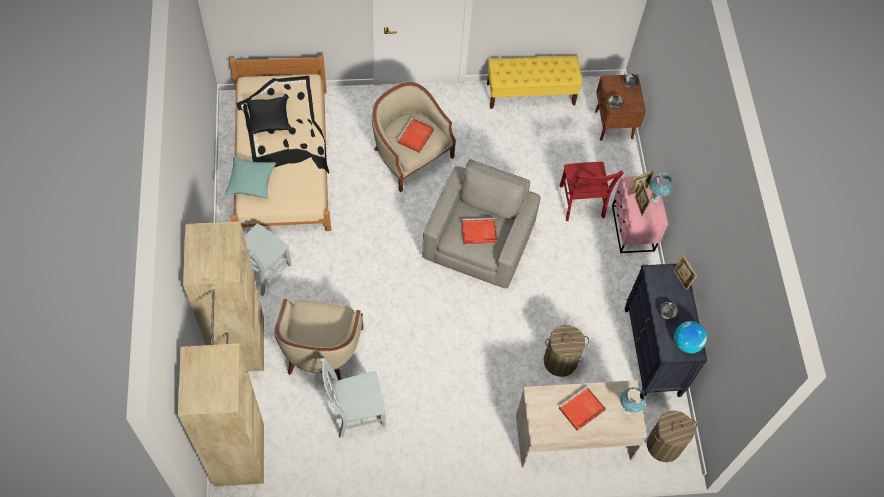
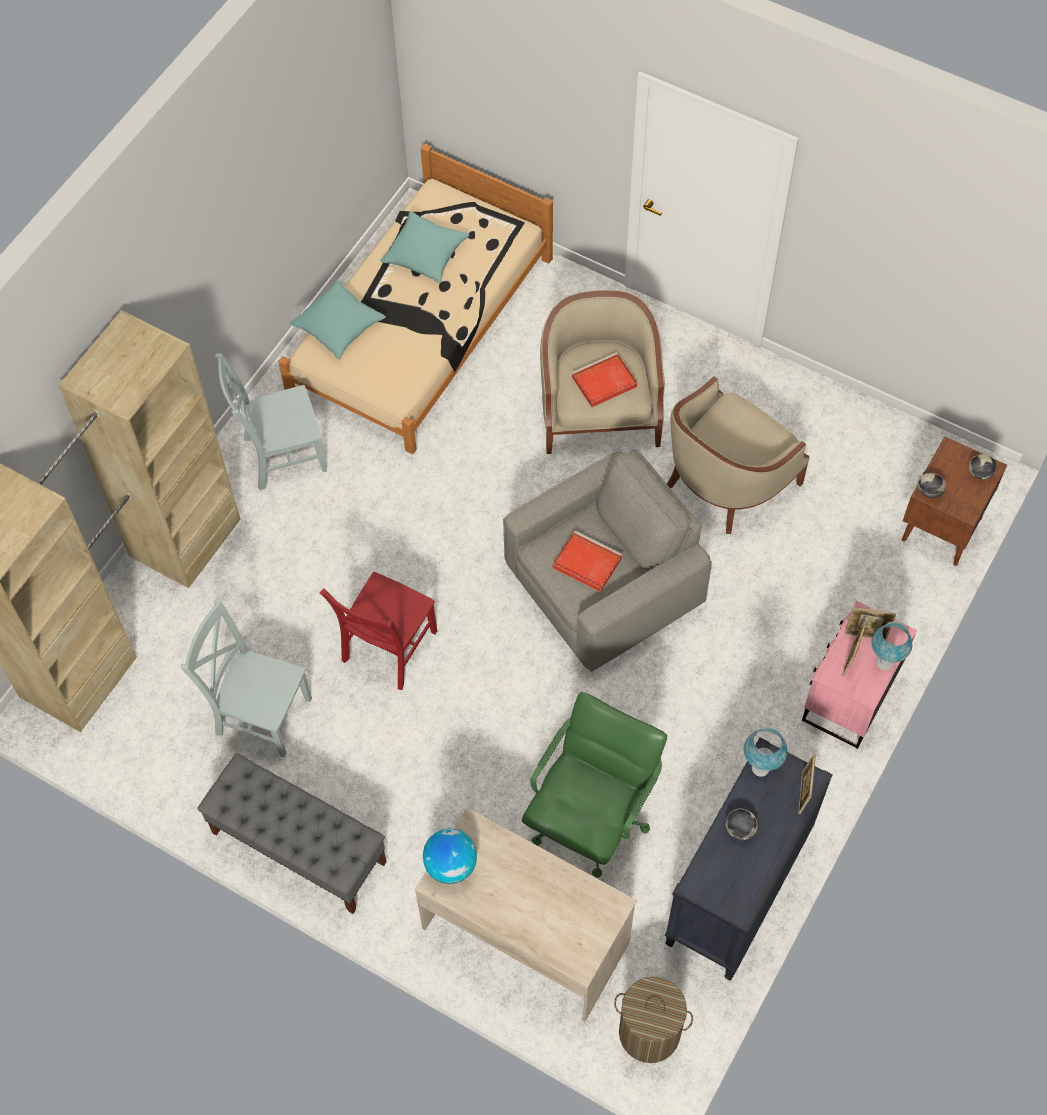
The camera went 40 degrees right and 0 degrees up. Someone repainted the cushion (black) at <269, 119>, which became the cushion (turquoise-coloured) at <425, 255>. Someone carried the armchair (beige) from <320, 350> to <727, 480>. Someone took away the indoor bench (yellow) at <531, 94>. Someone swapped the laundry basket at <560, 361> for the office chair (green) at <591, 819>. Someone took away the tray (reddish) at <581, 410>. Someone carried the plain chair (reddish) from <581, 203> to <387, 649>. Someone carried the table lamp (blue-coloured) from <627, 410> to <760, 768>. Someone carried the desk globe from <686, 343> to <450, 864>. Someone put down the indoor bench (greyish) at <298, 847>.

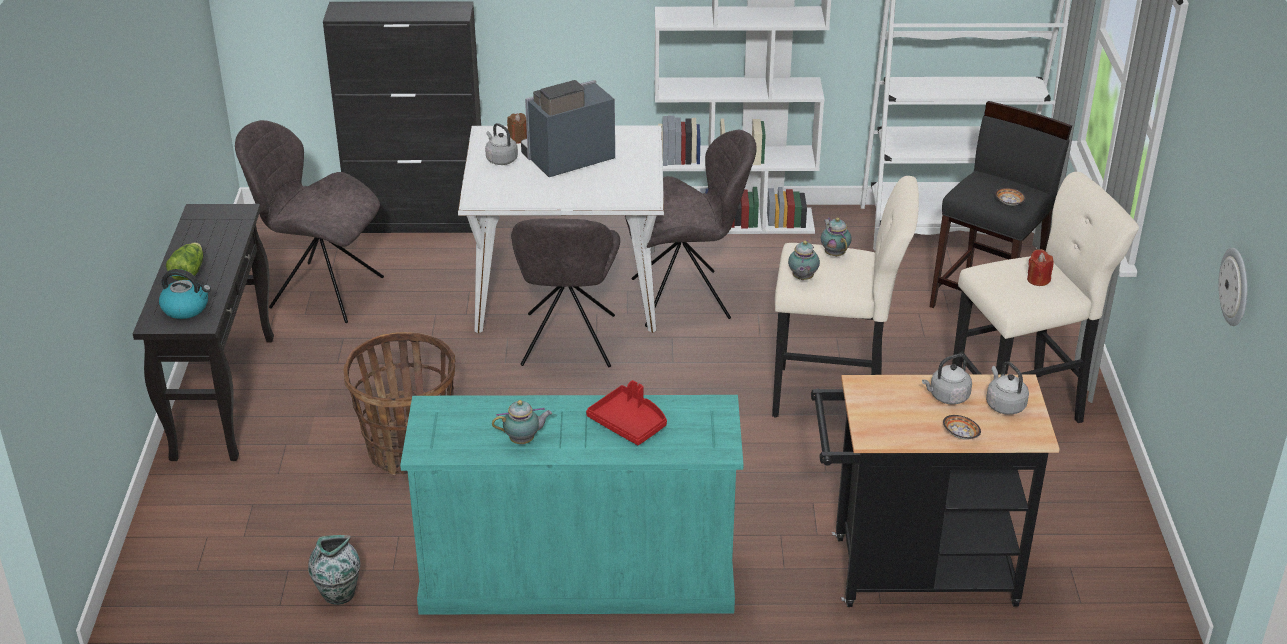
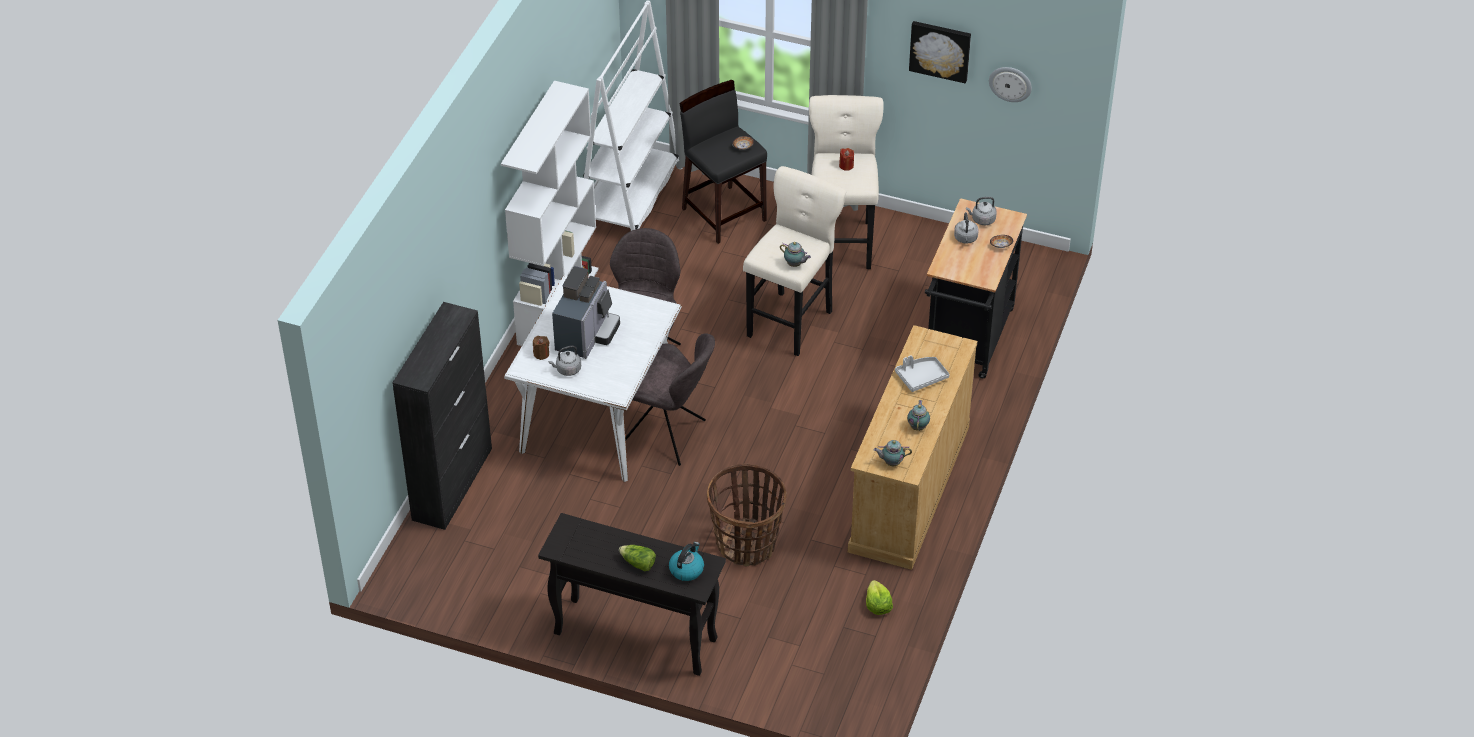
The camera went 70 degrees left and 10 degrees up. Someone took away the plain chair (greyish) at <323, 291>. Someone swapped the vase at <338, 594> for the head of lettuce at <877, 605>. Someone repainted the drawer chest (turquoise-coloured) at <575, 577>, which became the drawer chest (beige) at <909, 489>. Someone rotated the coffee brewer at <566, 159> by 150 degrees counterclockwise. Someone repainted the tray (reddish) at <629, 423>, which became the tray (greyish) at <921, 377>. Someone carried the pot for tea from <834, 253> to <891, 462>. Someone put up the picture at <940, 50>.

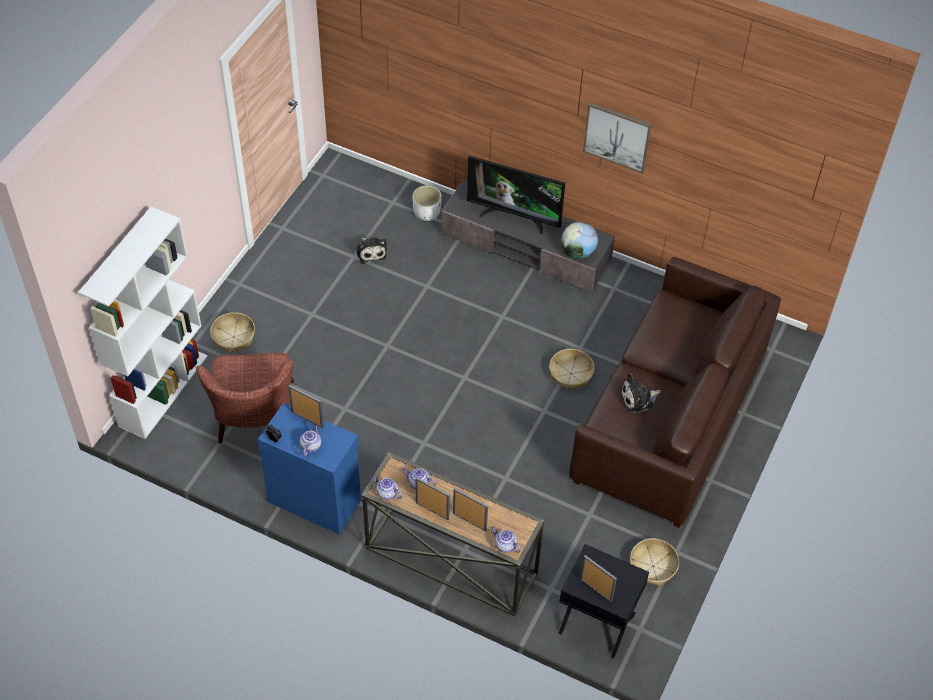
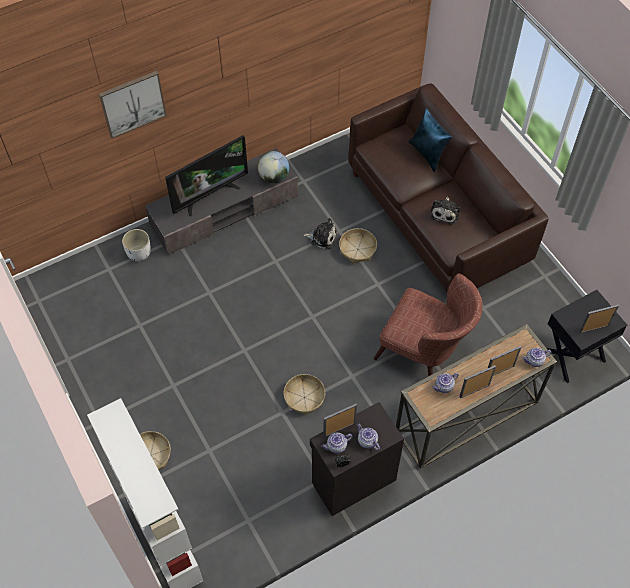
The camera went 55 degrees left and 5 degrees up. Someone carried the armchair (brown-coloured) from <255, 421> to <425, 350>. Someone repainted the cupboard (blue-coloured) at <314, 500>, which became the cupboard (black) at <352, 480>. Someone carried the cuddly toy from <370, 252> to <322, 237>. Someone carried the pot for tea from <386, 493> to <336, 446>. Someone carried the picture from <617, 136> to <132, 103>. Someone carried the basket from <653, 566> to <304, 397>. Someone put down the cushion (blue-coloured) at <428, 154>.

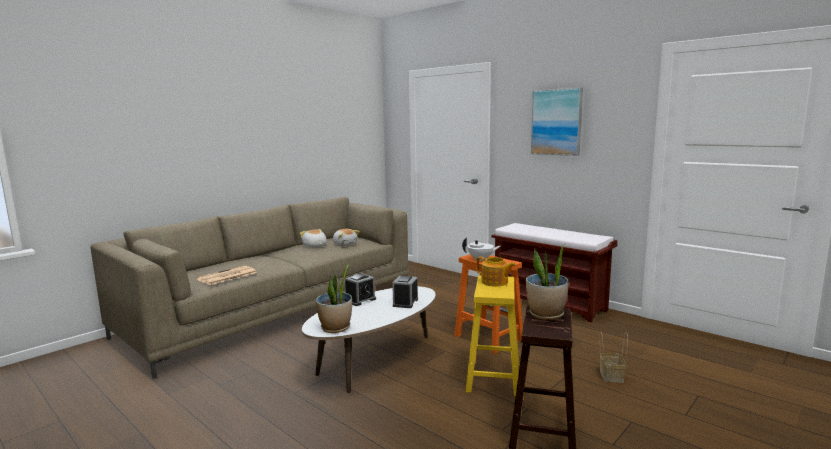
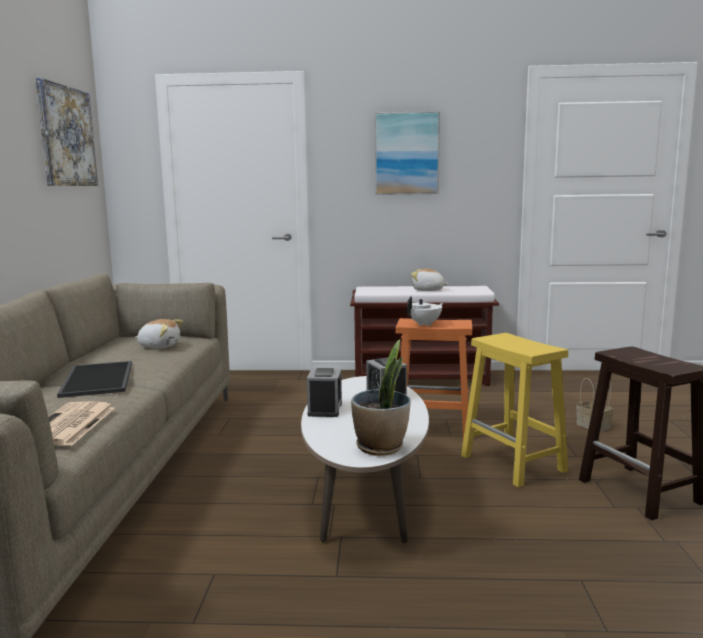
The camera went 40 degrees left and 0 degrees up. Someone carried the cuddly toy from <314, 246> to <428, 290>. Someone took away the pot for tea at <495, 282>. Someone took away the potted plant at <546, 314>. Someone put up the picture at <66, 136>. Someone put down the tray at <99, 379>.

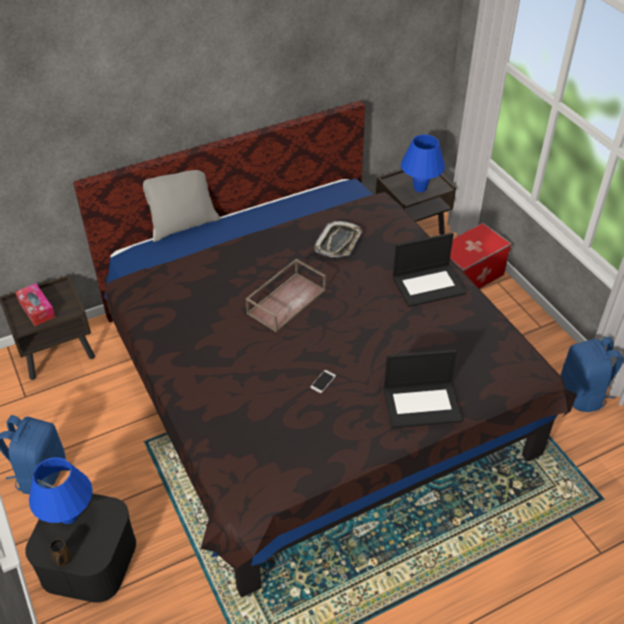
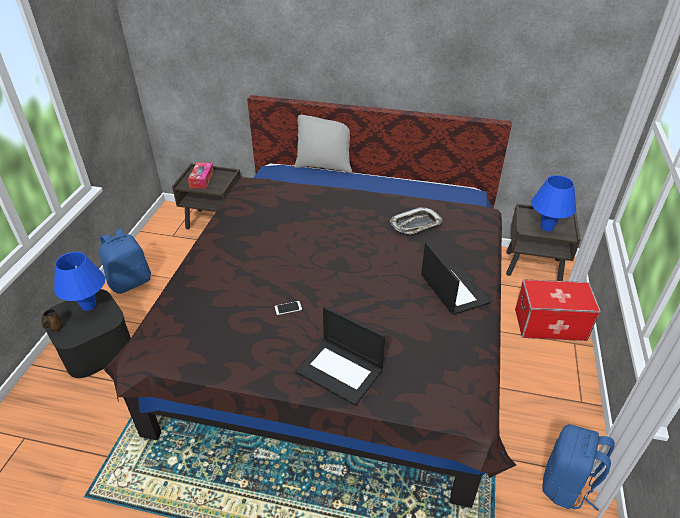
The camera went 40 degrees right and 5 degrees down. Someone took away the tray (brown-coloured) at <286, 301>. Someone rotated the notebook computer at <429, 285> by 135 degrees counterclockwise.

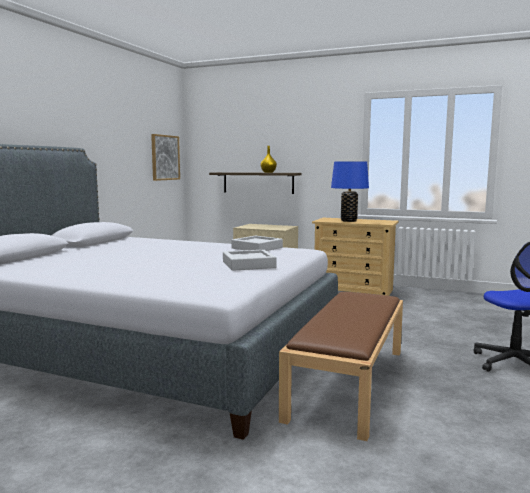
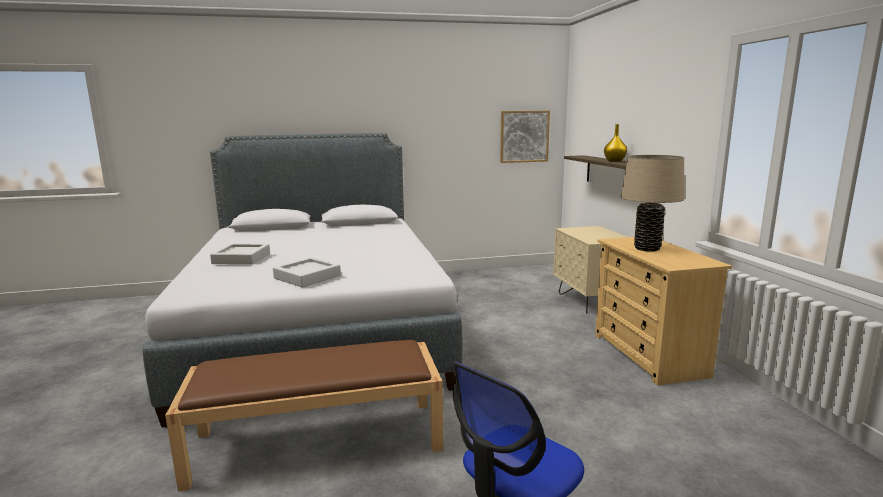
The camera went 55 degrees right and 5 degrees up. Someone carried the tray (greyish) from <257, 248> to <241, 258>. Someone repainted the table lamp (blue-coloured) at <348, 220>, which became the table lamp (beige) at <647, 248>.

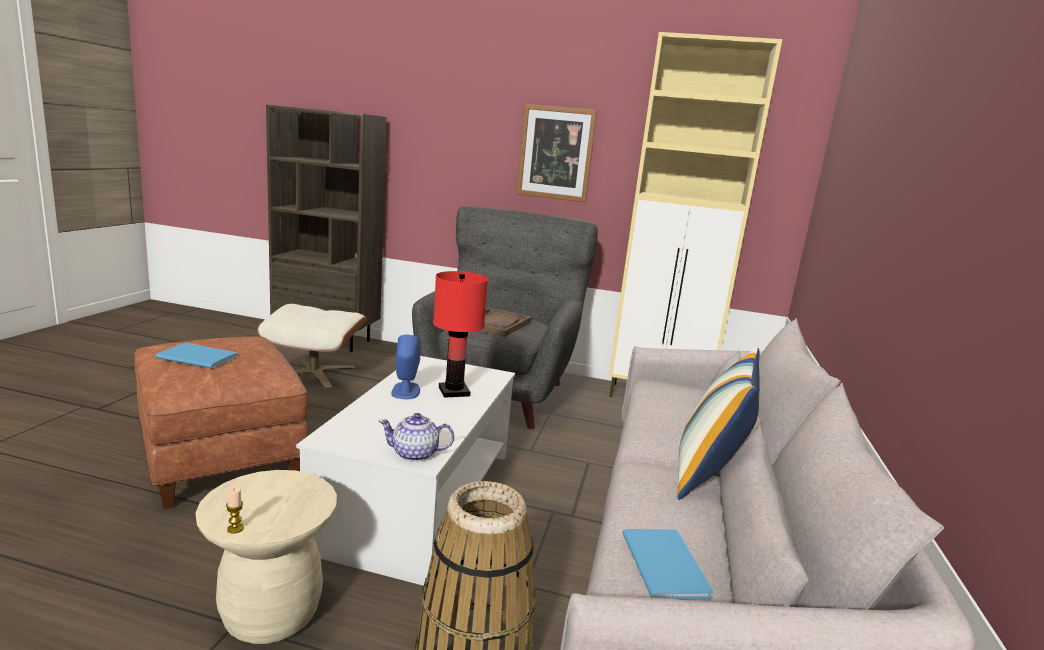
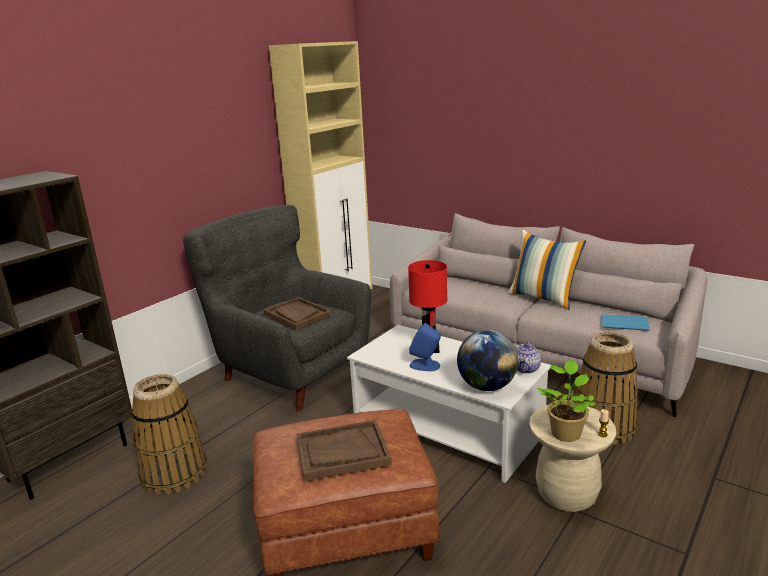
The camera went 65 degrees left and 5 degrees up. Someone swapped the volume (blue-coloured) at <197, 356> for the tray (brown-coloured) at <342, 452>. Someone swapped the pouffe (beige) at <314, 373> for the basket at <174, 472>. Someone took away the picture at <555, 153>. Someone put down the desk globe at <486, 386>. Someone put down the potted plant at <565, 432>.

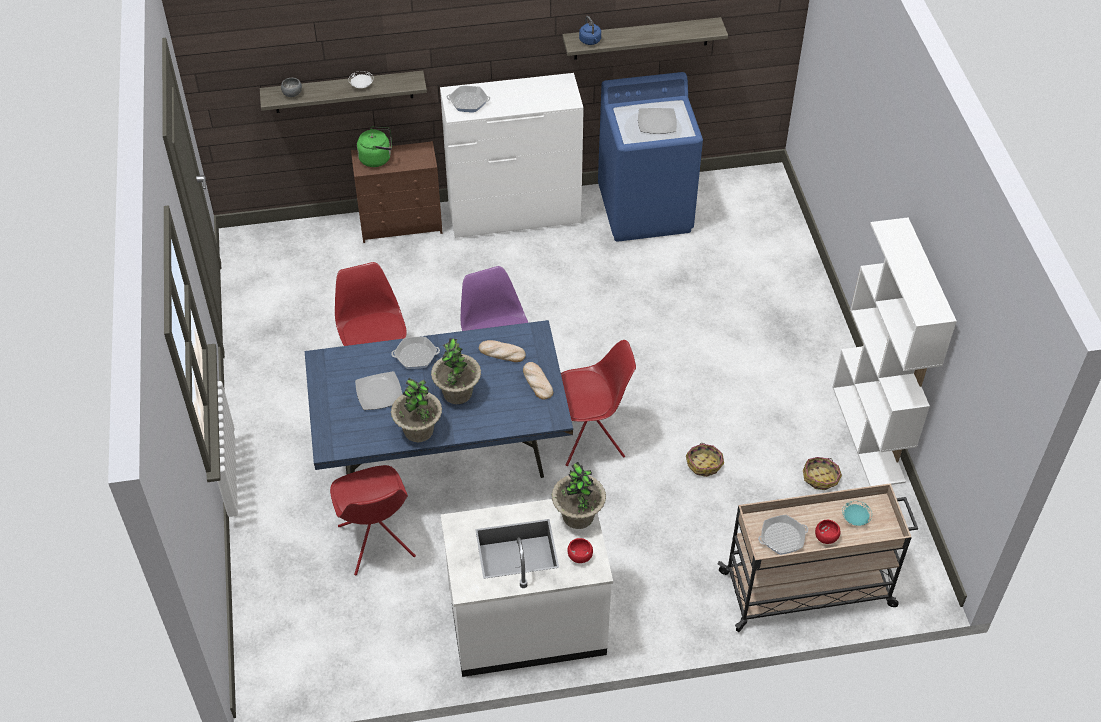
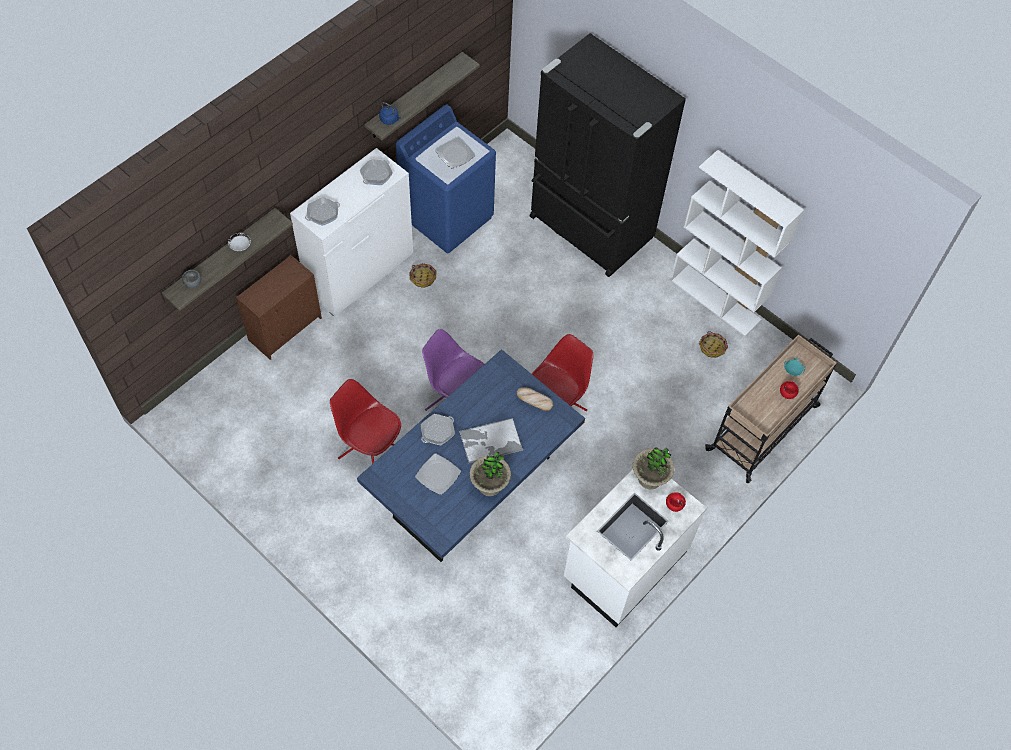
The camera went 40 degrees left and 10 degrees up. Someone took away the plain chair (reddish) at <376, 543>. Someone took away the kettle (green) at <377, 158>. Someone swapped the potted plant at <457, 393> for the tray at <490, 441>. Someone took away the baked bread at <501, 353>. Someone carried the basket from <704, 464> to <423, 278>. Someone carried the skillet from <782, 537> to <376, 174>. Someone put down the kitchen fridge (black) at <589, 229>.

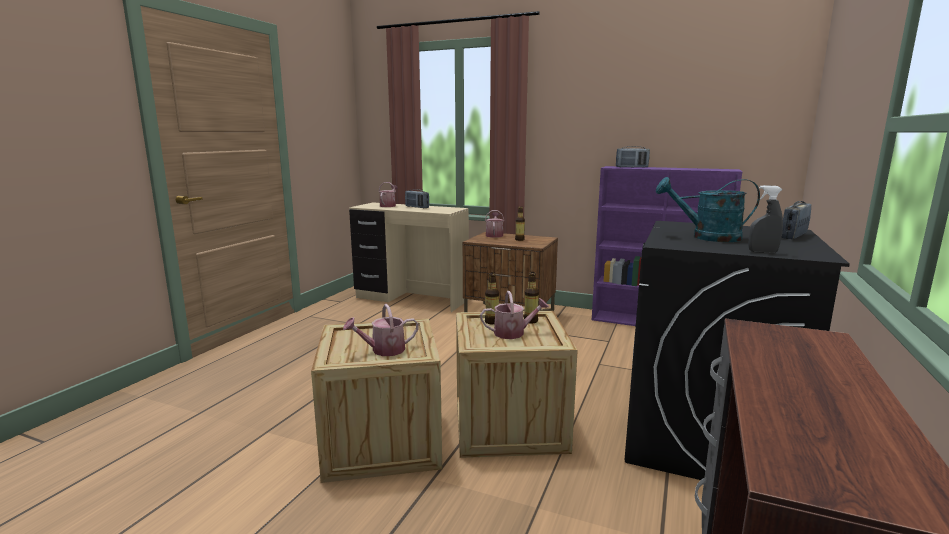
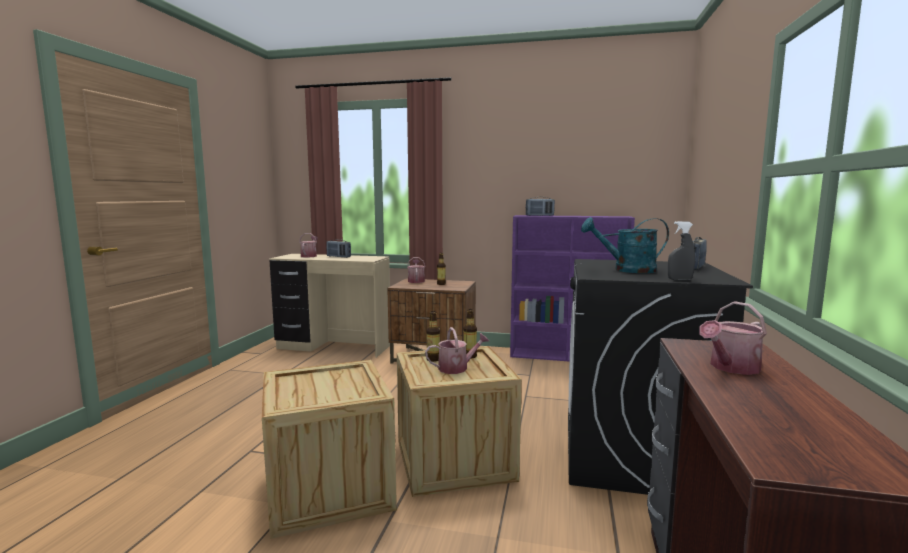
The camera went 10 degrees left and 5 degrees down. Someone carried the watering pot from <383, 350> to <731, 368>.

